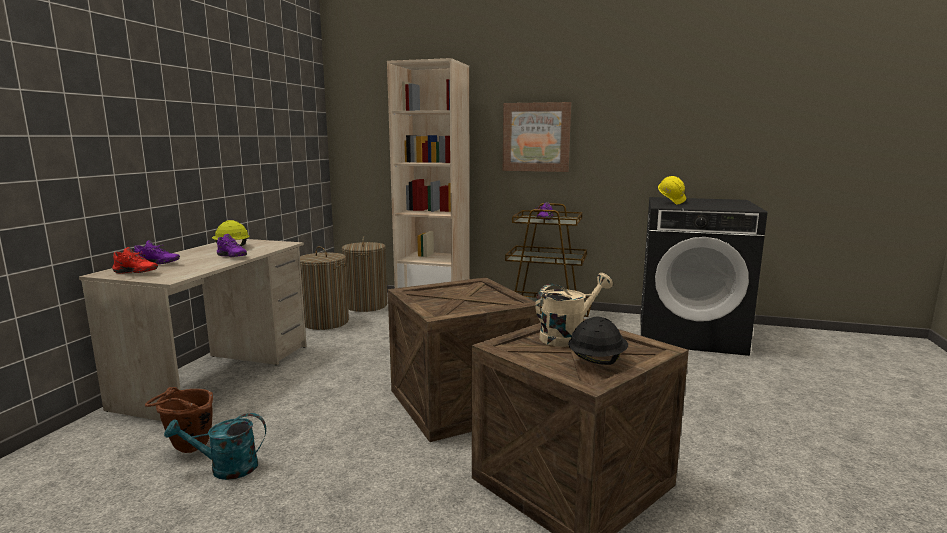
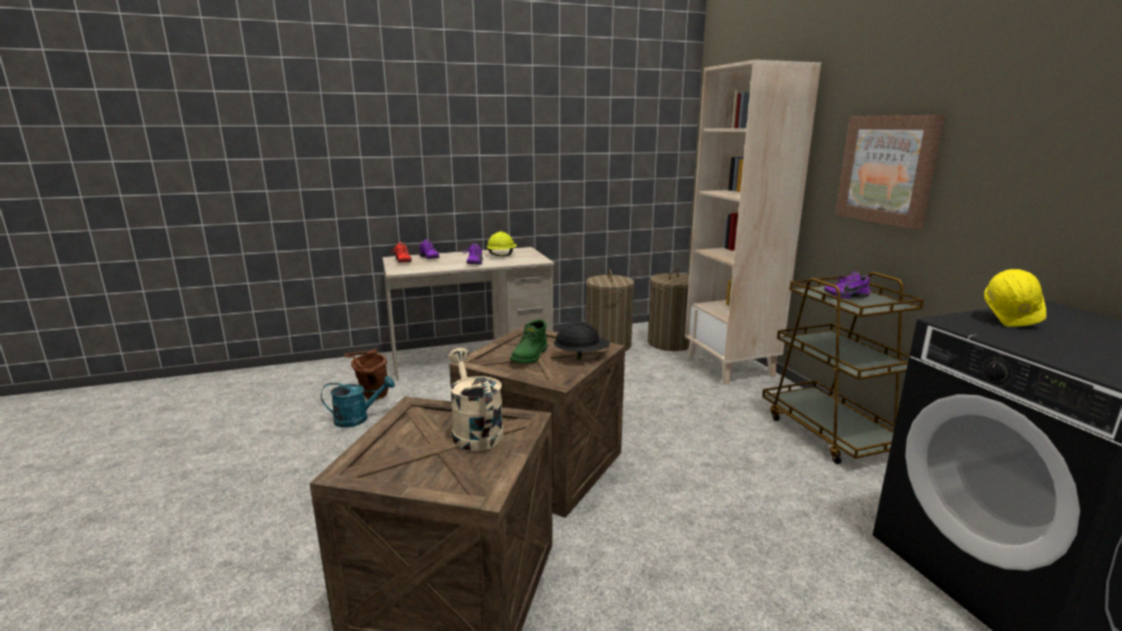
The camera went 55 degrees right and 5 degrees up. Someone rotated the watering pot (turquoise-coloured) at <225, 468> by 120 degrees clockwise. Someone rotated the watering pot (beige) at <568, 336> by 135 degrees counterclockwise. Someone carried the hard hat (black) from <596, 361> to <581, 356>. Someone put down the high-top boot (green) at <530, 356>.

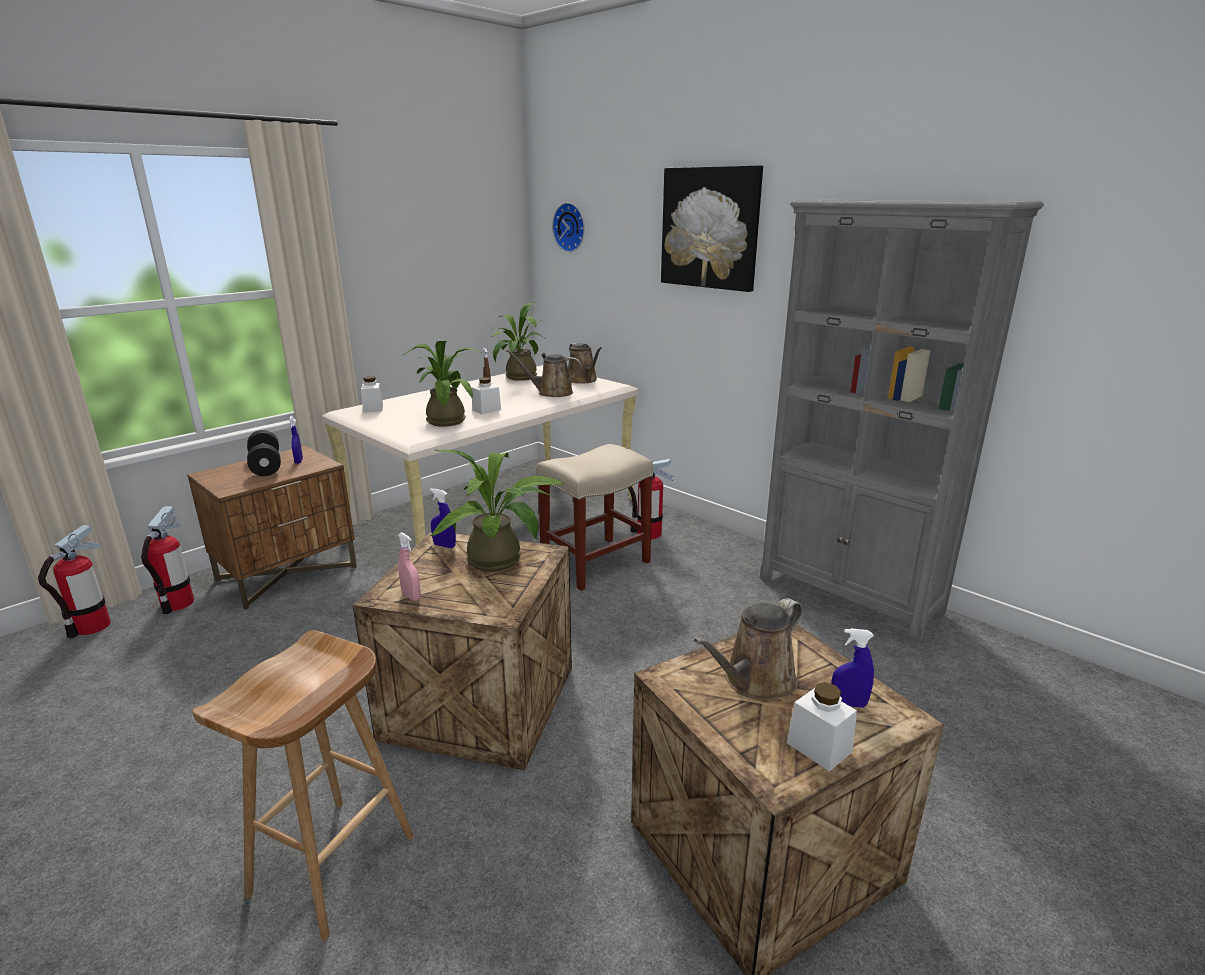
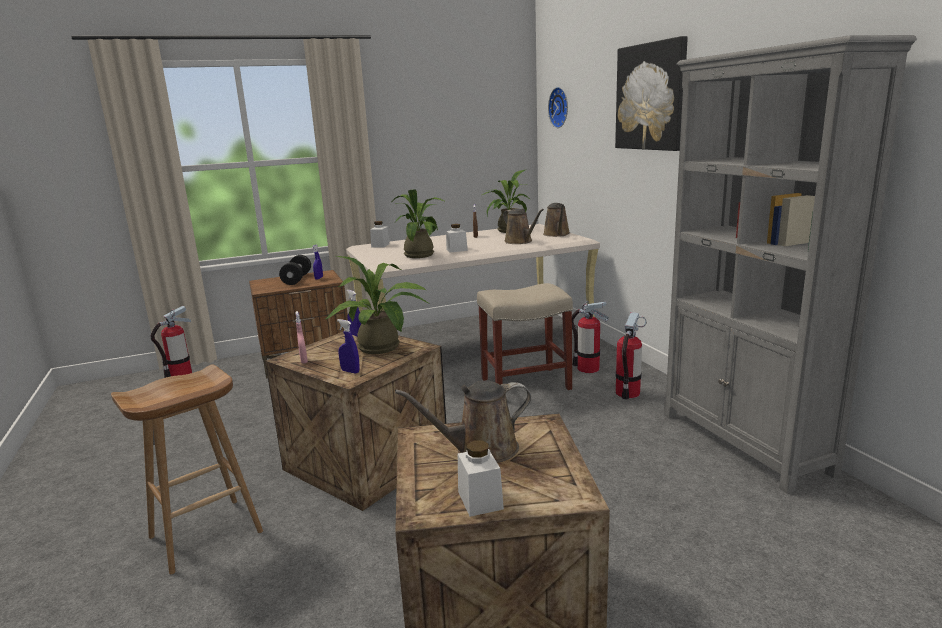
The camera went 25 degrees right and 5 degrees down. Someone carried the extinguisher from <177, 603> to <627, 393>. Someone rotated the watering pot (brown-coloured) at <551, 393> by 150 degrees counterclockwise. Someone carried the sprayer (blue-coloured) from <848, 704> to <350, 371>.

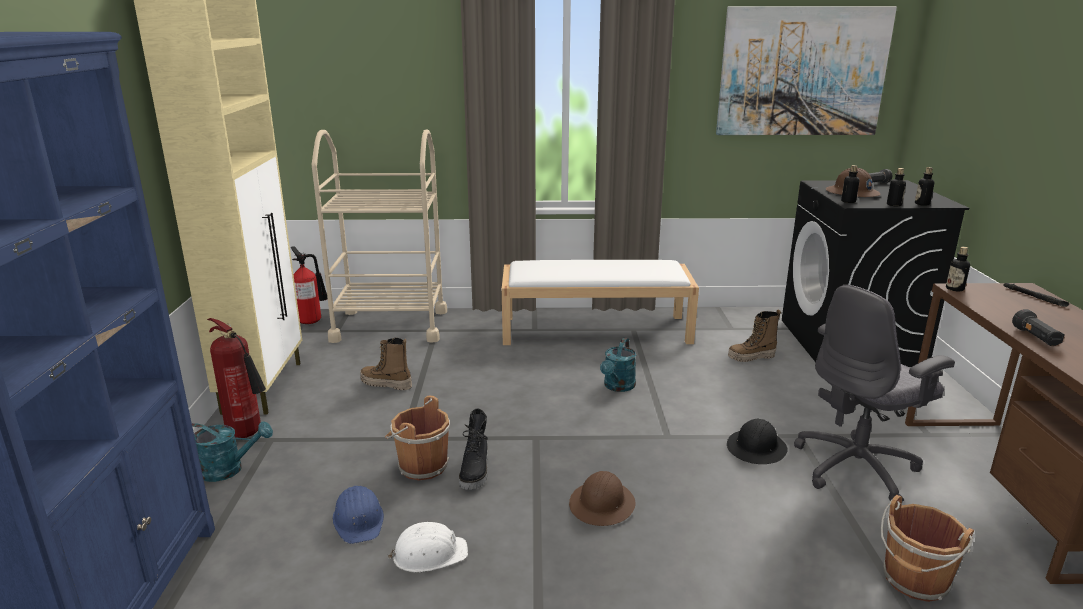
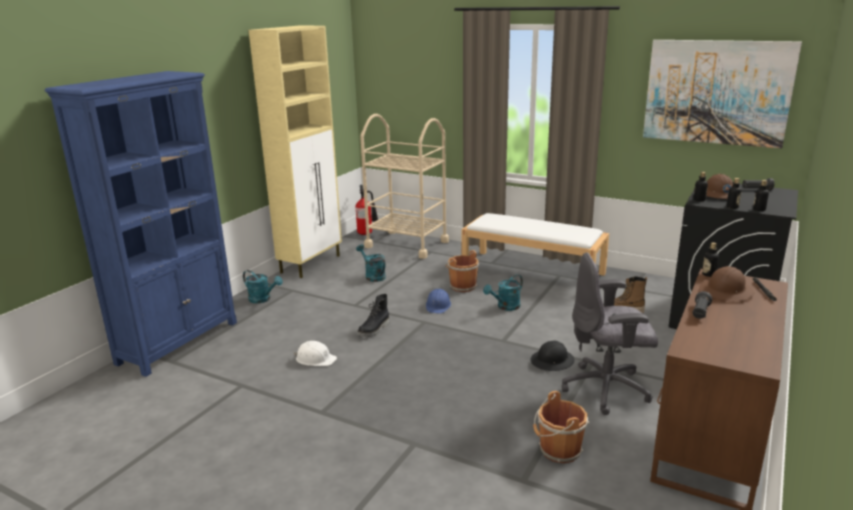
The camera went 30 degrees right and 0 degrees up. Someone took away the extinguisher at <248, 434>. Someone carried the hard hat (blue-coloured) from <359, 520> to <438, 305>. Someone swapped the high-top boot at <386, 384> for the watering pot (turquoise-coloured) at <373, 276>. Someone carried the pail (brown-coloured) from <420, 466> to <462, 286>. Someone carried the hard hat (brown-coloured) from <602, 505> to <726, 292>.

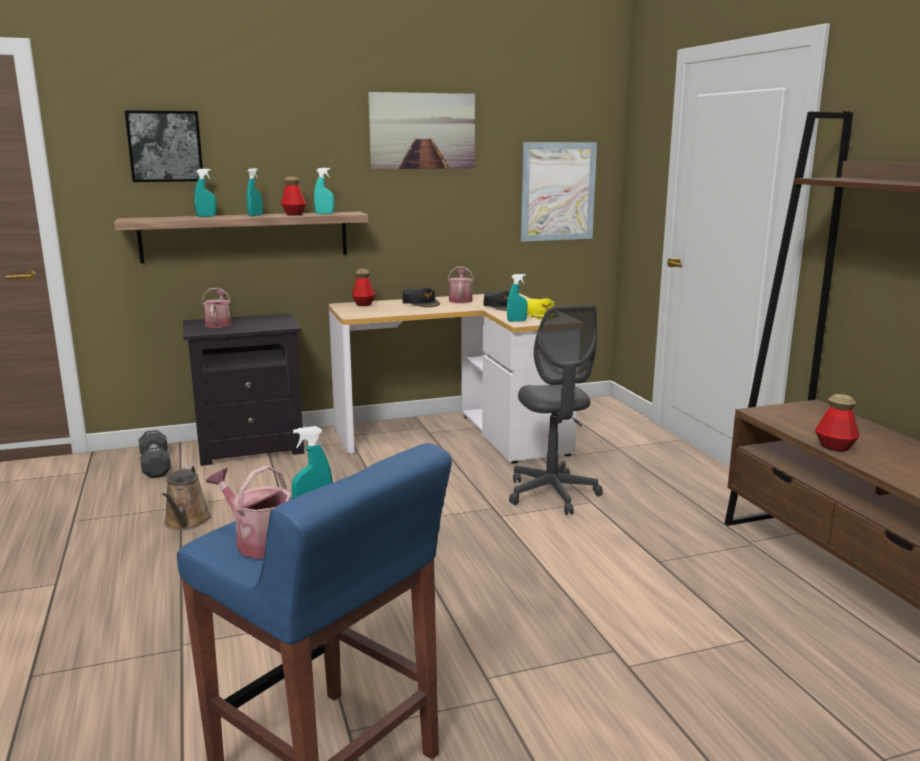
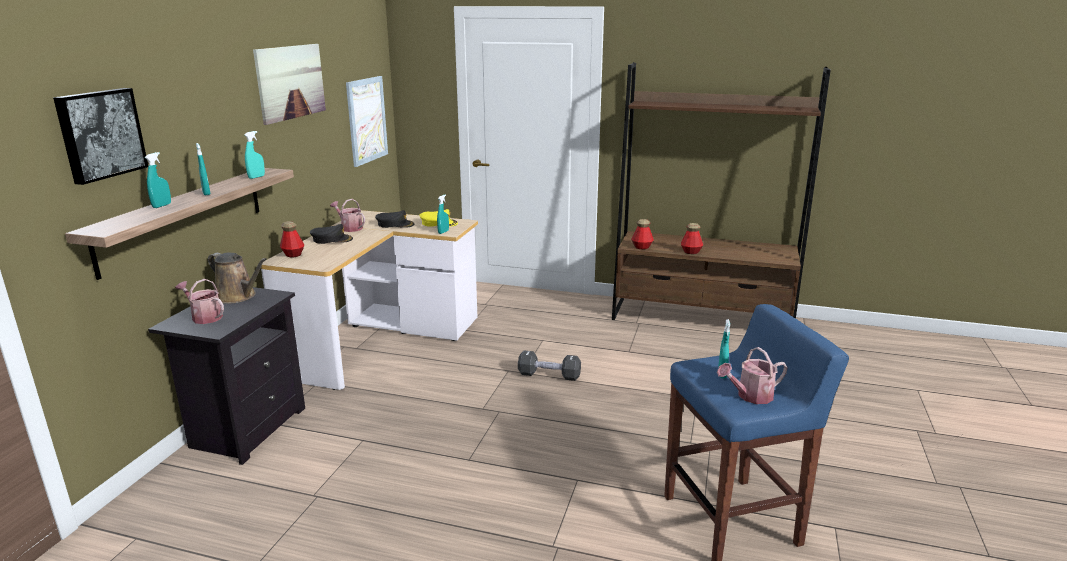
The camera went 55 degrees left and 5 degrees up. Someone carried the free weight (black) from <155, 465> to <549, 375>. Someone carried the watering pot (brown-coloured) from <186, 522> to <238, 296>. Someone carried the bottle from <294, 214> to <642, 247>. Someone took away the office chair (greyish) at <552, 494>.

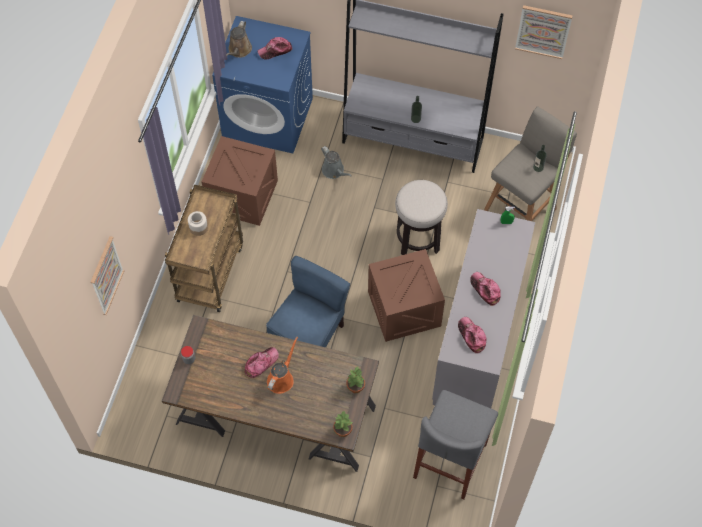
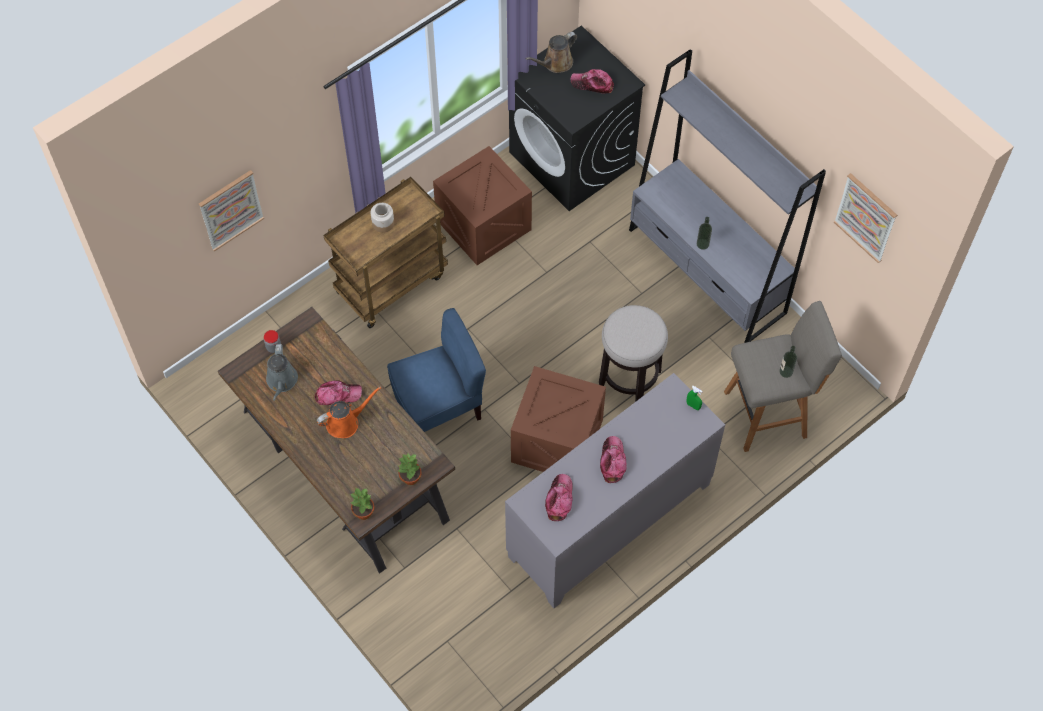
The camera went 35 degrees right and 0 degrees up. Someone repainted the laundry machine (blue-coloured) at <268, 117>, which became the laundry machine (black) at <573, 159>. Someone carried the watering pot (greyish) from <334, 171> to <282, 381>. Someone took away the stool seat (greyish) at <450, 460>.

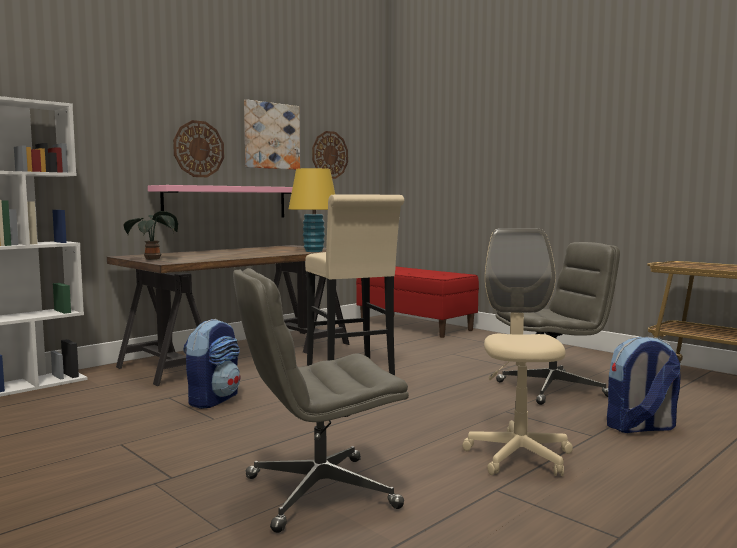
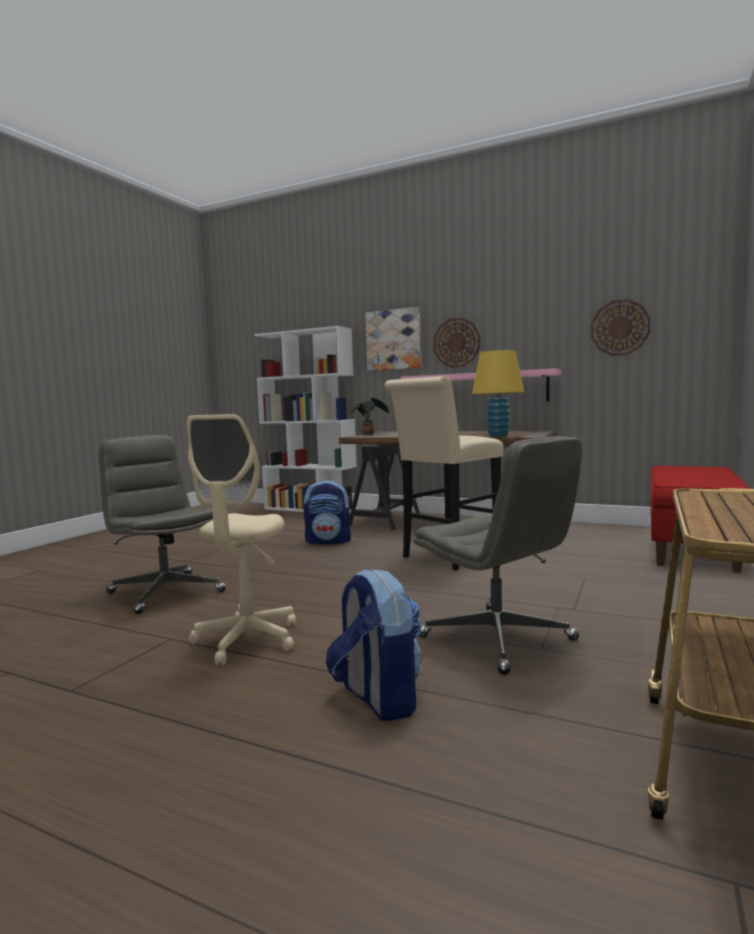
The camera went 70 degrees right and 0 degrees up. Someone carried the picture from <271, 136> to <393, 340>. Someone rotated the office chair (beige) at <518, 457> by 120 degrees clockwise.

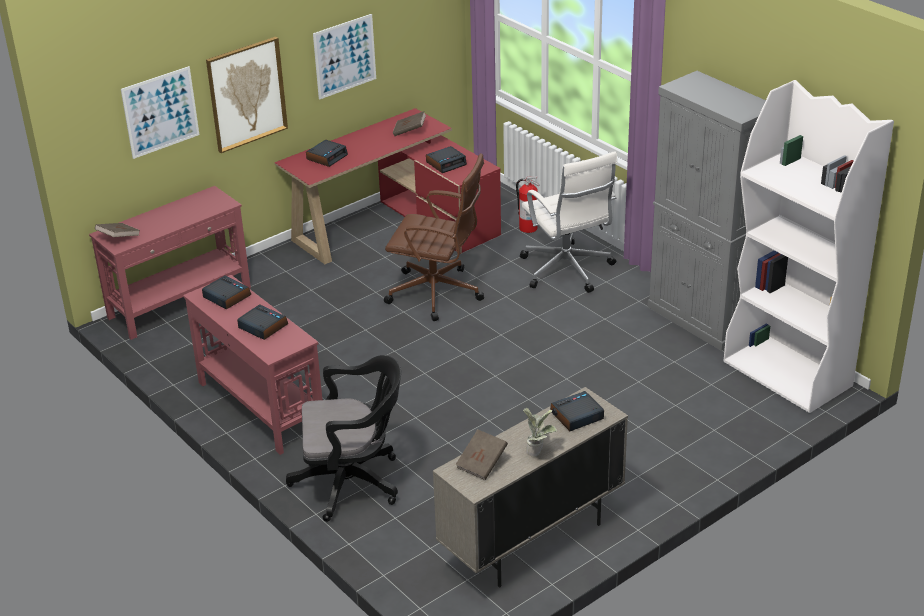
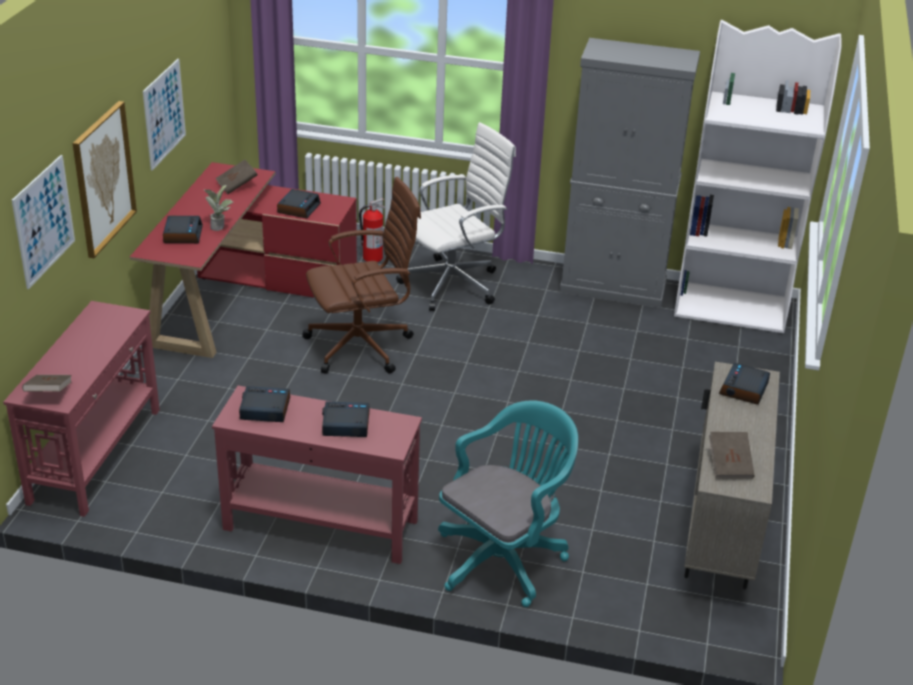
The camera went 40 degrees left and 0 degrees up. Someone repainted the office chair (black) at <353, 482>, which became the office chair (turquoise-coloured) at <504, 557>. Someone rotated the office chair (white-coloured) at <567, 270> by 60 degrees counterclockwise. Someone carried the potted plant from <538, 451> to <220, 226>.

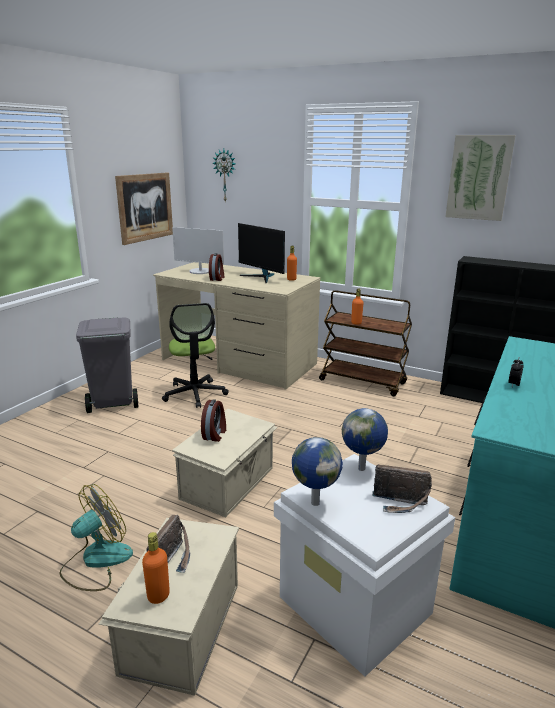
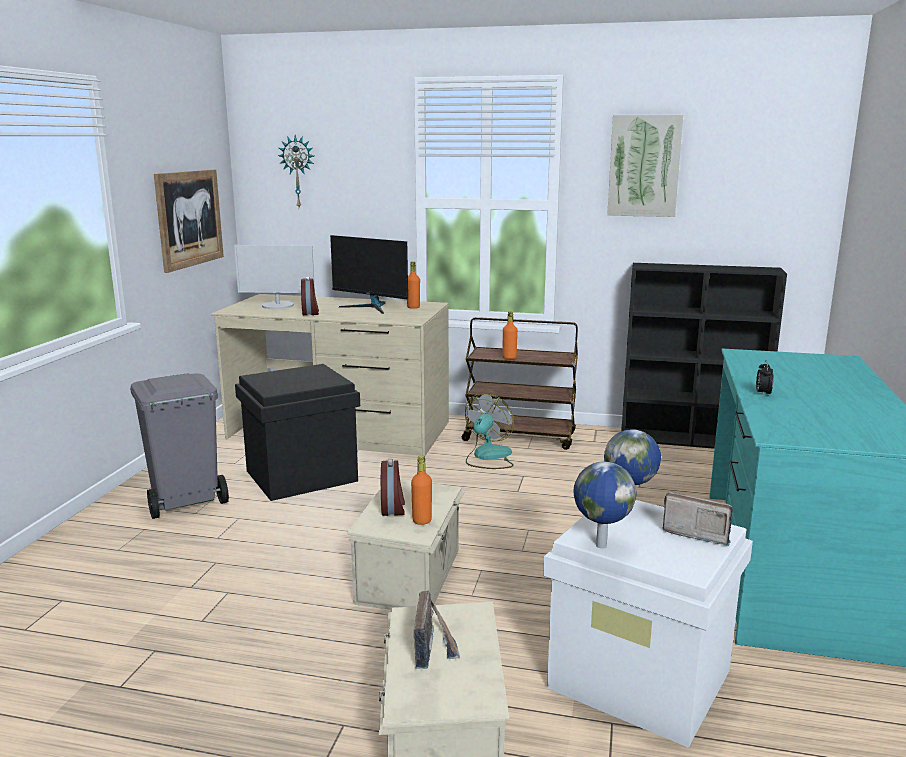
The camera went 15 degrees left and 5 degrees down. Someone carried the fan from <96, 561> to <488, 457>. Someone carried the bottle (orange-coloured) from <158, 595> to <422, 520>. Someone swapped the office chair at <195, 394> for the storage box (black) at <300, 476>. Someone rotated the radio at <401, 504> by 150 degrees counterclockwise.

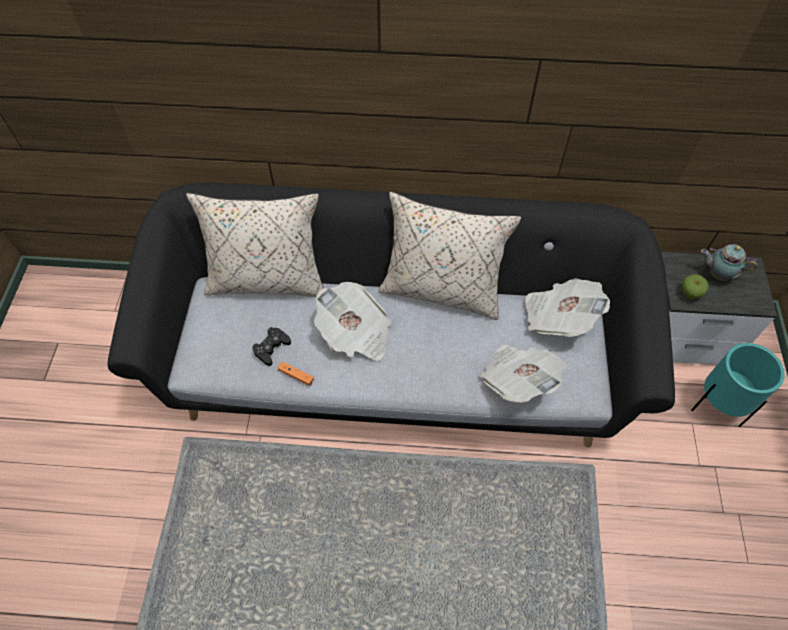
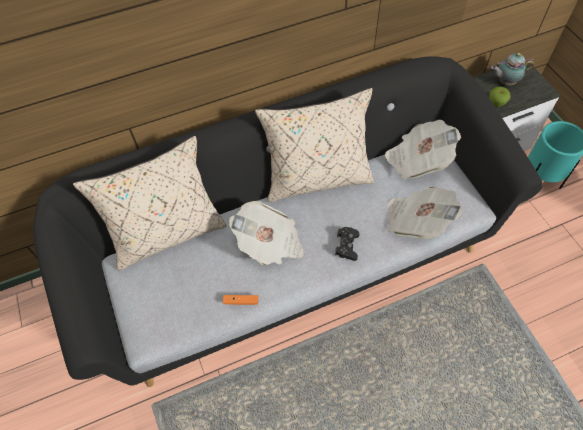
The camera went 25 degrees left and 0 degrees up. Someone carried the game controller (black) from <271, 348> to <347, 246>.

